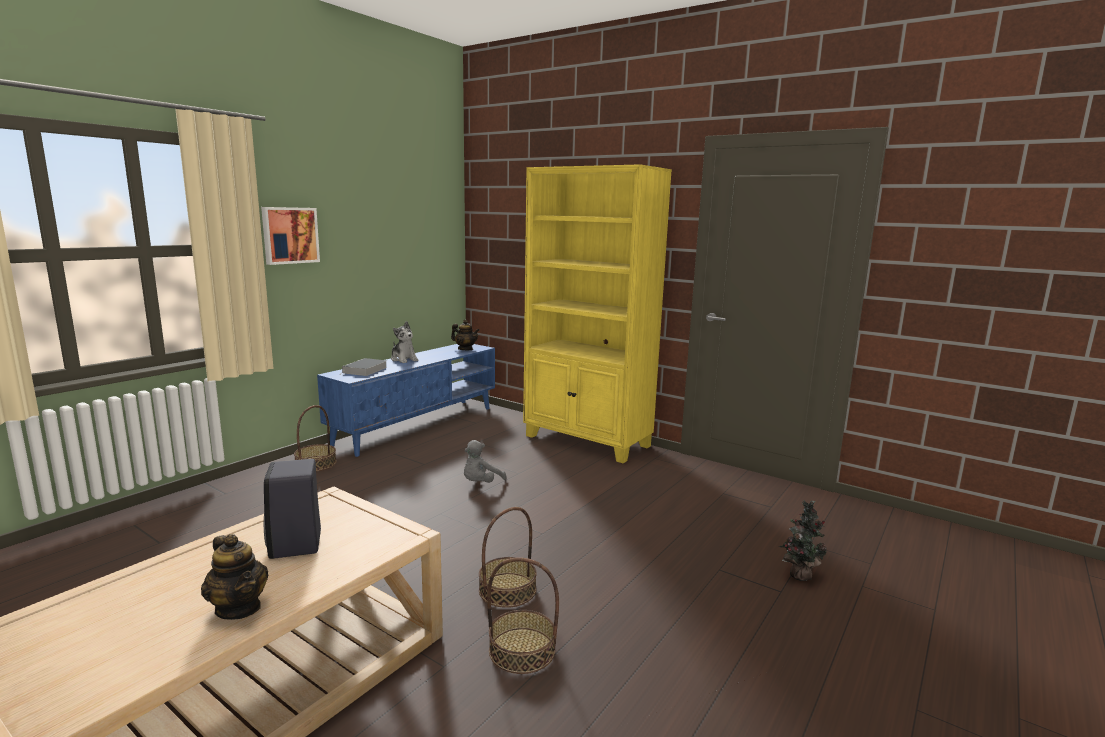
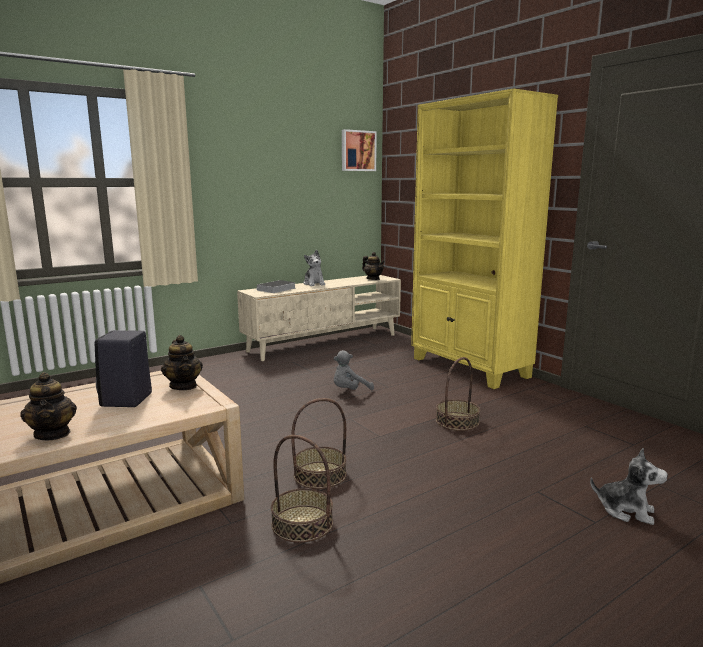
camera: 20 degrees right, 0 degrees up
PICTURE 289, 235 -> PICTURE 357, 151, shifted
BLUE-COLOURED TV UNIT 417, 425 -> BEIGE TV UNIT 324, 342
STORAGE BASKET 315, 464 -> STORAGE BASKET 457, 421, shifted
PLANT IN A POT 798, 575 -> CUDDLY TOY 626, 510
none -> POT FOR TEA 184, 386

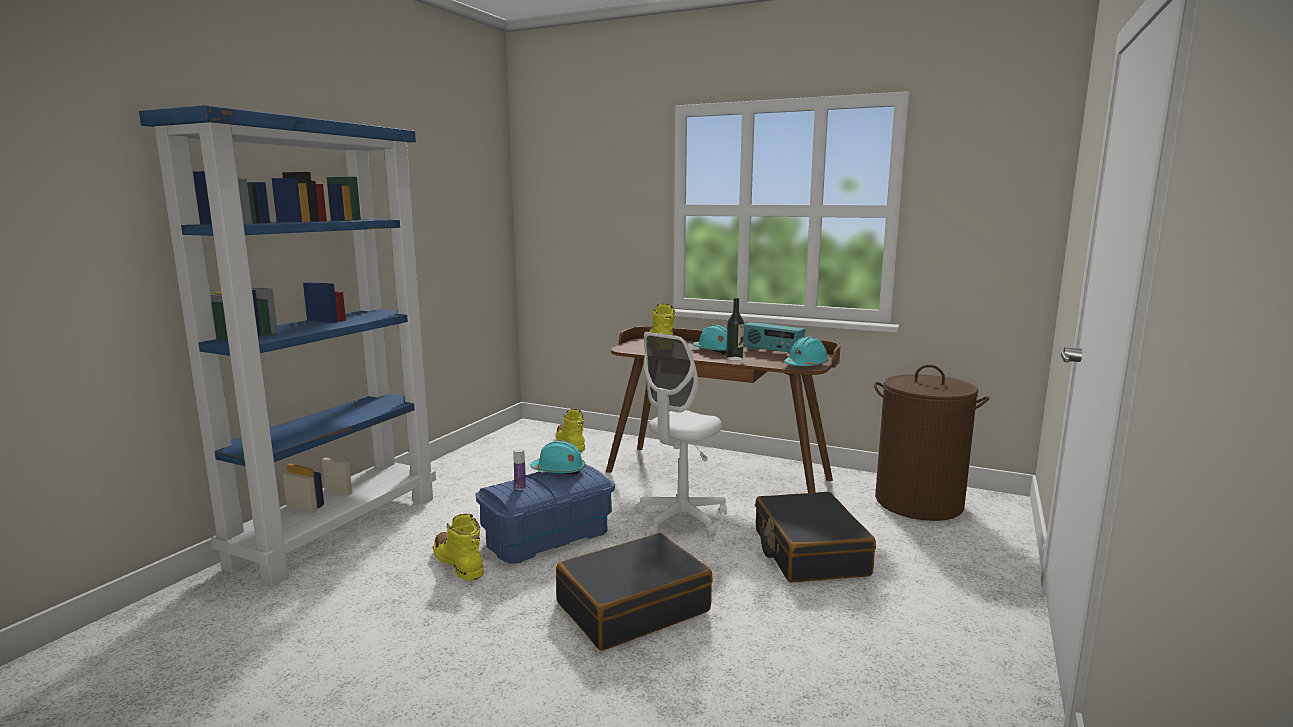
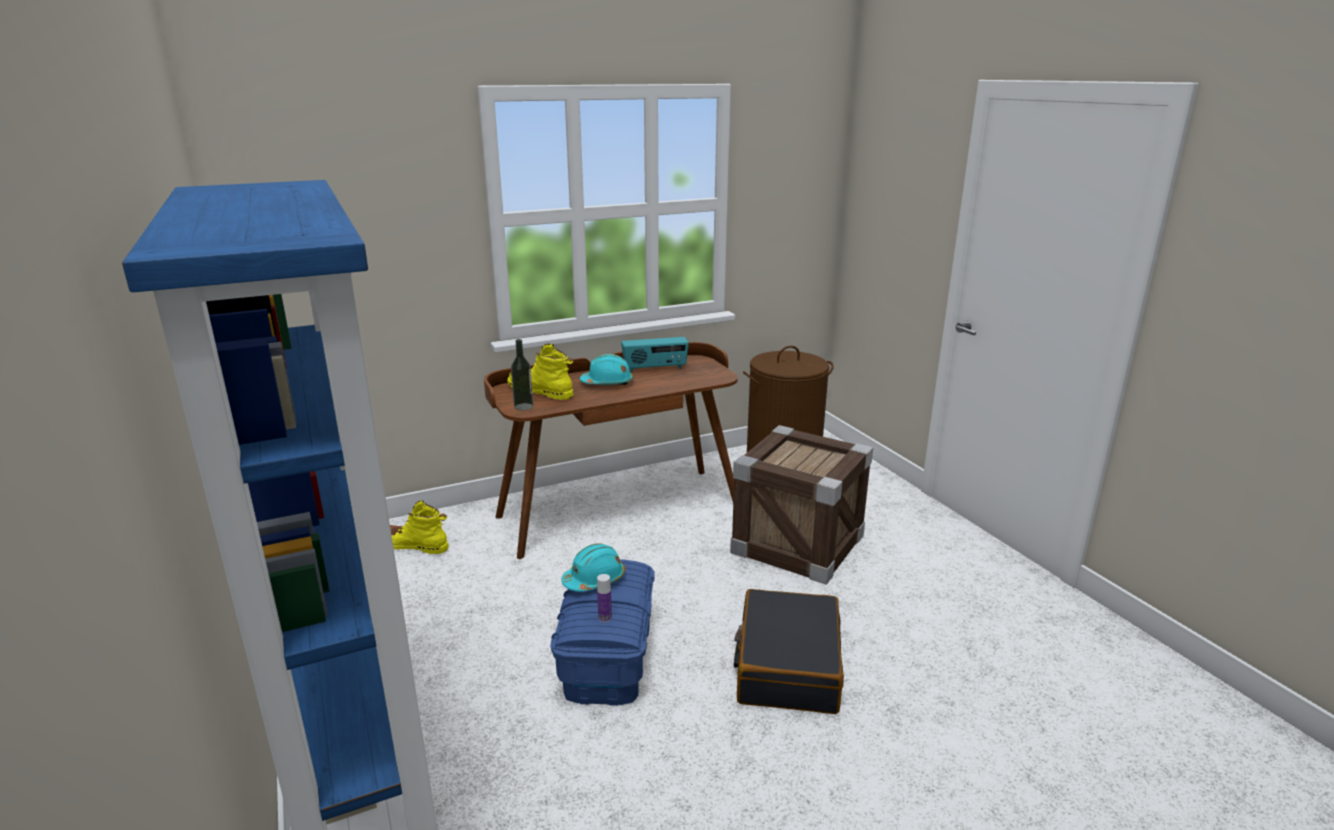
camera: 50 degrees left, 10 degrees up
DRINK BOTTLE 734, 358 -> DRINK BOTTLE 523, 407, shifted
WHITE-COLOURED DESK CHAIR 681, 519 -> none
TURQUOISE-COLOURED HARD HAT 806, 365 -> none
BLACKISH PIECE OF LUGGAGE 809, 552 -> SHIPPING CRATE 798, 544
YELLOW-COLOURED TALL BOOT 459, 563 -> none

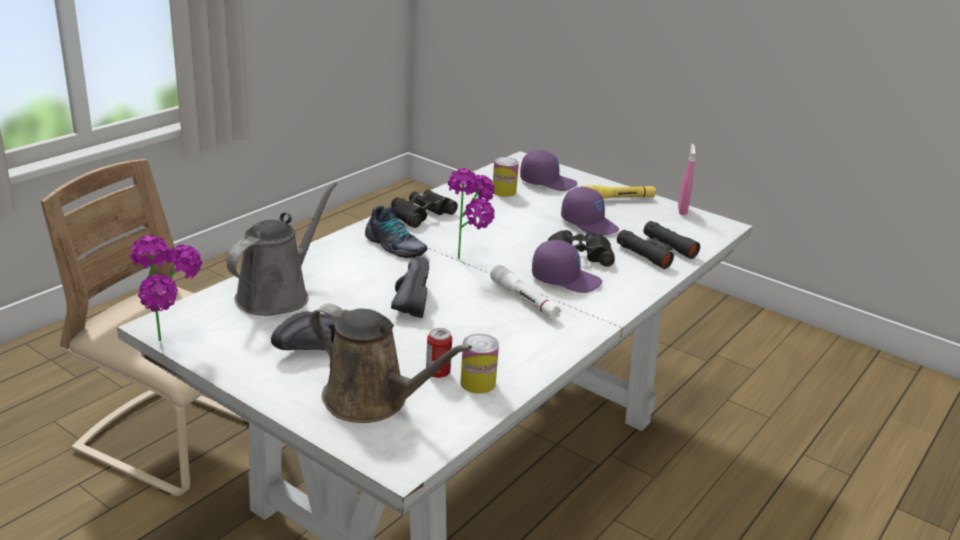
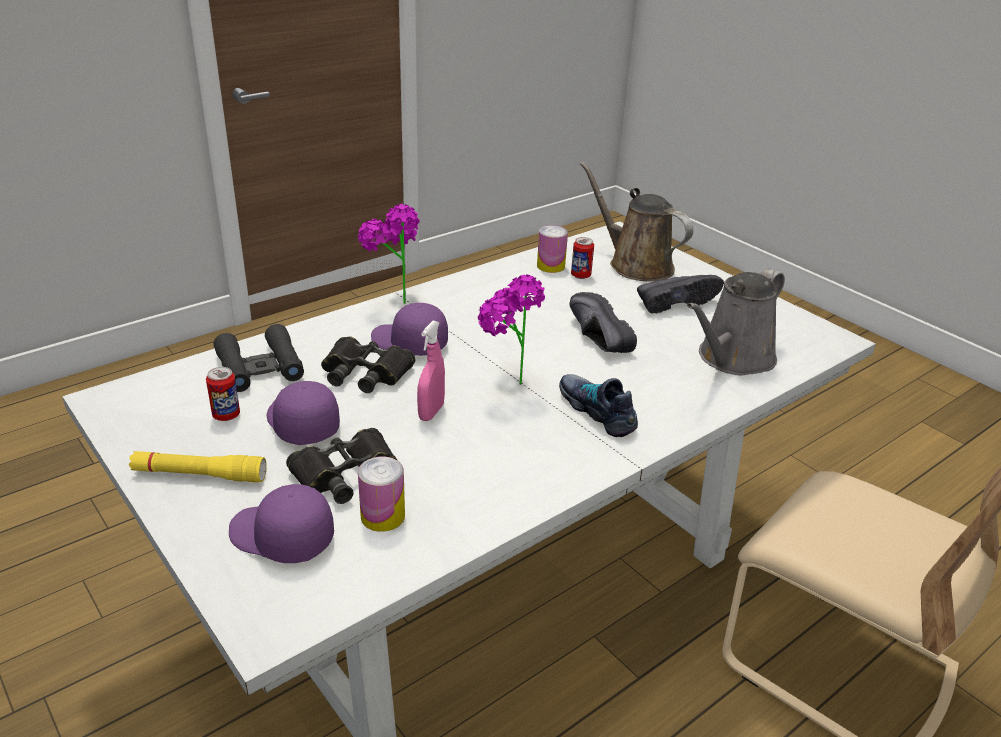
camera: 165 degrees left, 5 degrees up
PINKISH HAND SPRAYER 682, 210 -> PINKISH HAND SPRAYER 431, 412, shifted
BLACKISH PAIR OF BINOCULARS 421, 214 -> BLACKISH PAIR OF BINOCULARS 346, 474, shifted
PLANT IN A POT 173, 343 -> PLANT IN A POT 393, 300, shifted
BLACKISH SHOE 408, 299 -> BLACKISH SHOE 593, 339, 135 degrees clockwise
WHITE-COLOURED HAND TORCH 524, 300 -> none
none -> SEALED CAN 226, 415

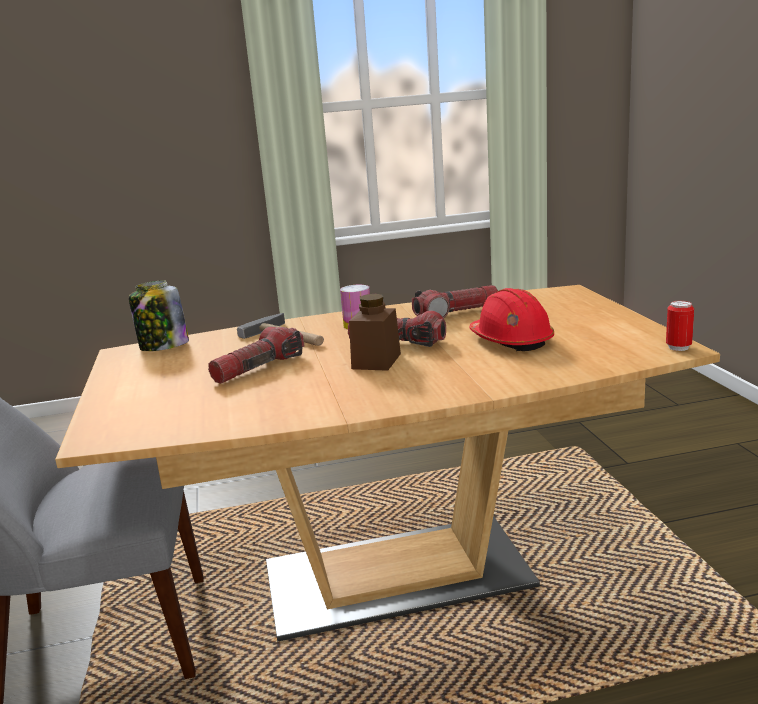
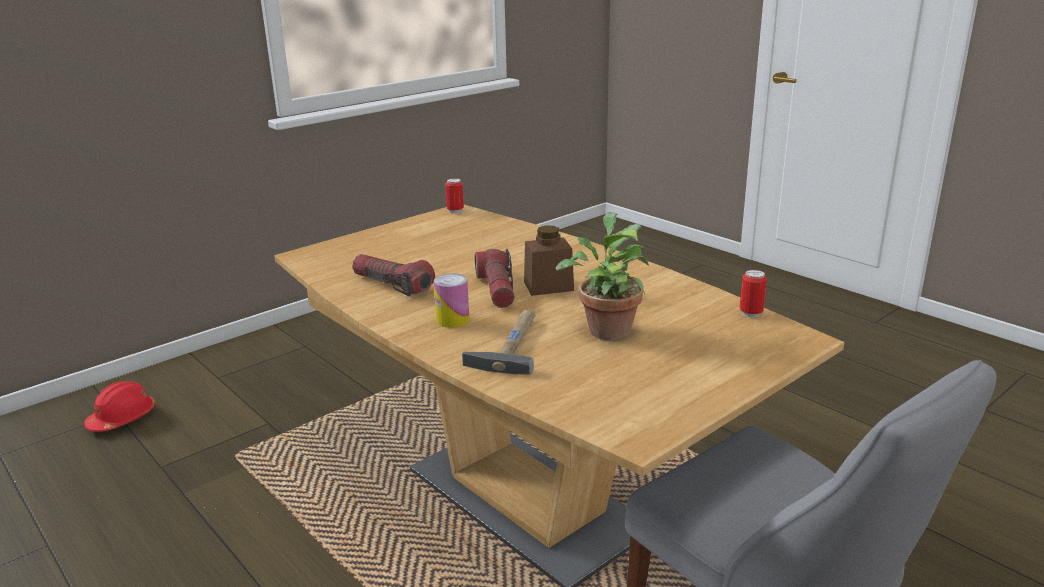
camera: 120 degrees left, 5 degrees up
STORAGE JAR 163, 346 -> none
RED-COLOURED HARD HAT 511, 340 -> RED-COLOURED HARD HAT 123, 419, shifted
HAND TORCH 258, 368 -> PLANT IN A POT 607, 329
none -> SEALED CAN 751, 313

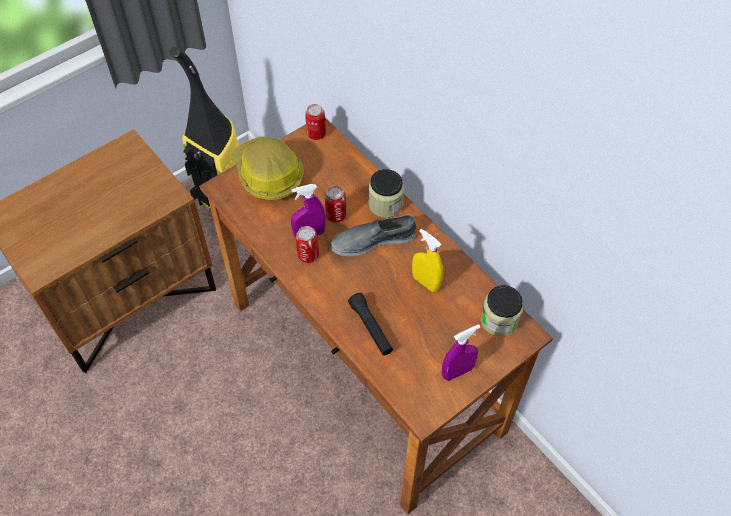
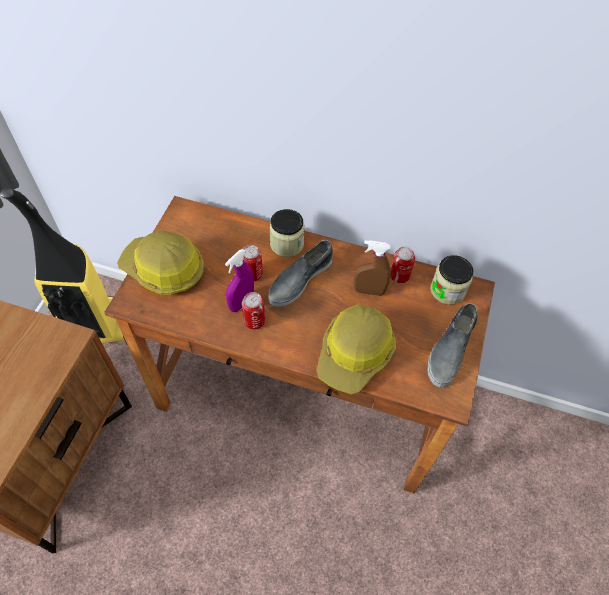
camera: 35 degrees left, 0 degrees up
SEALED CAN 316, 134 -> SEALED CAN 399, 276, shifted
YELLOW-COLOURED HAND SPRAYER 425, 282 -> BROWNISH HAND SPRAYER 369, 291
BLACKISH HAND TORCH 371, 328 -> HARD HAT 355, 354
PURPLE HAND SPRAYER 457, 372 -> GREYISH SHOE 450, 350

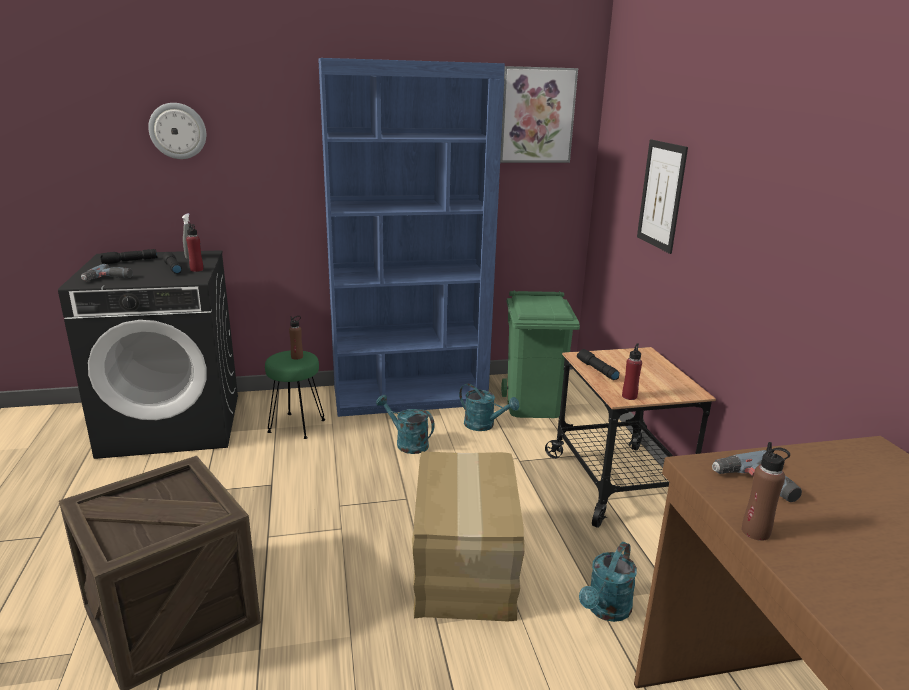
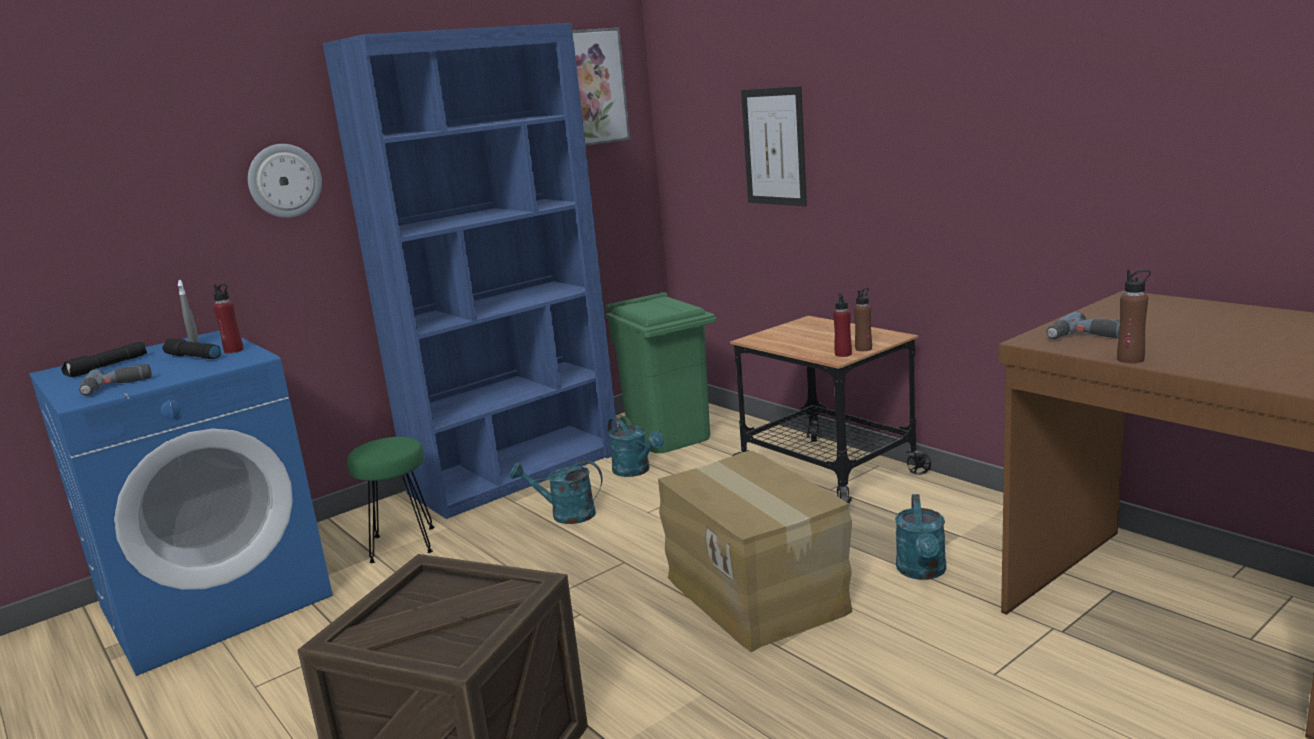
camera: 25 degrees left, 5 degrees down
HANGING CLOCK 178, 131 -> HANGING CLOCK 284, 181, shifted
BLACKISH WASHING MACHINE 173, 424 -> BLUE-COLOURED WASHING MACHINE 216, 600
BROWNISH DRINK BOTTLE 297, 357 -> BROWNISH DRINK BOTTLE 863, 349, shifted
BLACKISH HAND TORCH 596, 370 -> none
TURQUOISE-COLOURED WATERING CAN 484, 425 -> TURQUOISE-COLOURED WATERING CAN 636, 471, 45 degrees clockwise

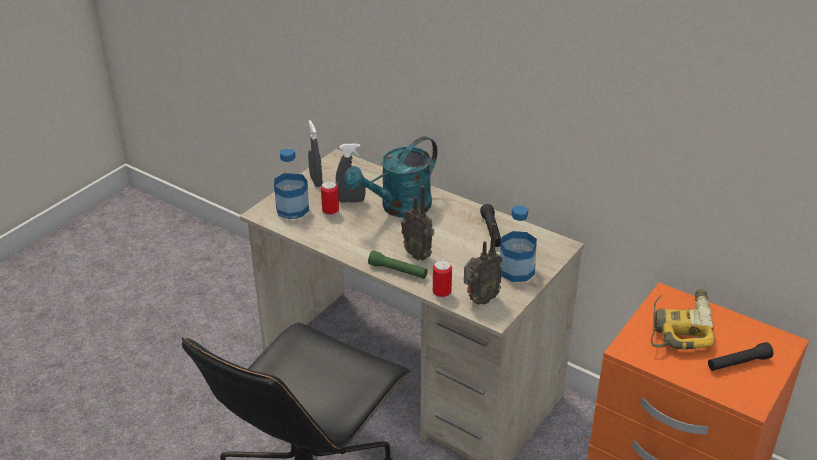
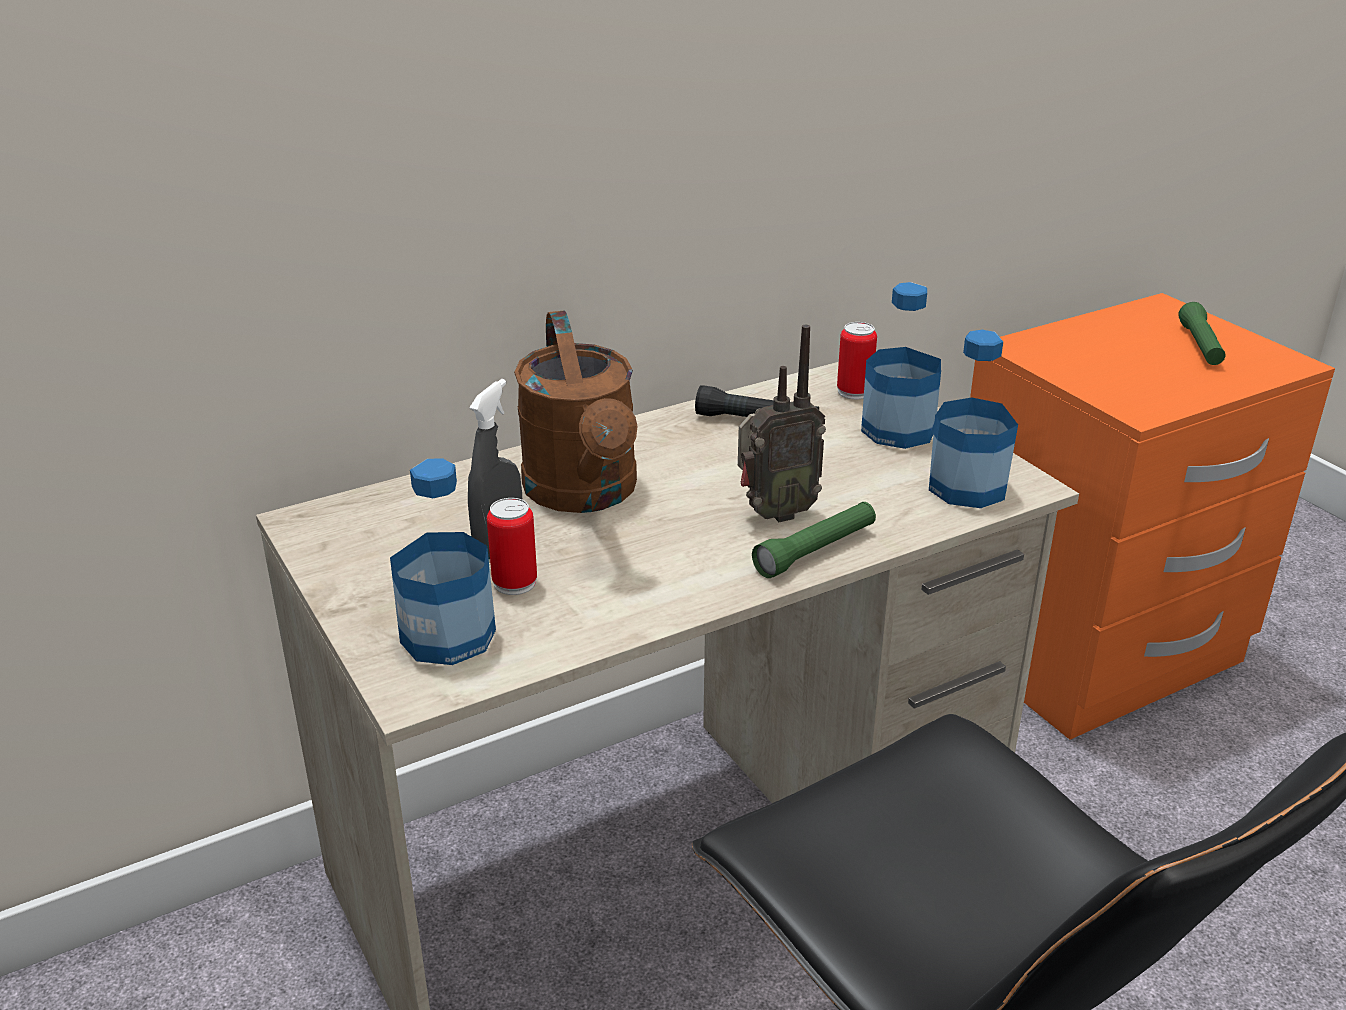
camera: 65 degrees left, 5 degrees down
GREYISH HAND SPRAYER 316, 181 -> none
TURQUOISE-COLOURED WATERING CAN 398, 208 -> BROWNISH WATERING CAN 585, 494
RADIO SET 479, 300 -> DRINK BOTTLE 967, 487
SEALED CAN 441, 293 -> SEALED CAN 854, 391, shifted
DRILL 679, 326 -> none
BLACKISH HAND TORCH 738, 363 -> GREEN HAND TORCH 1200, 346

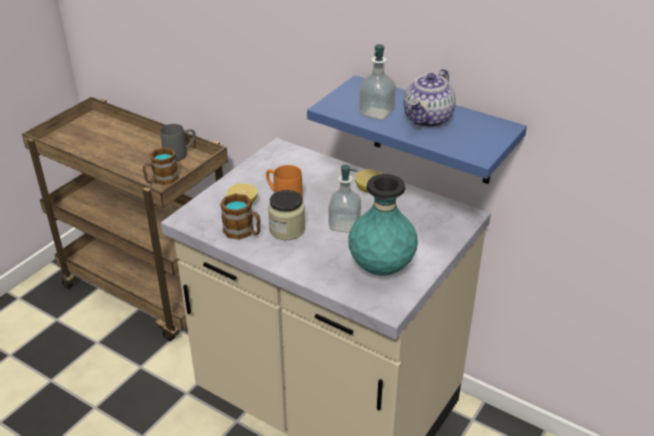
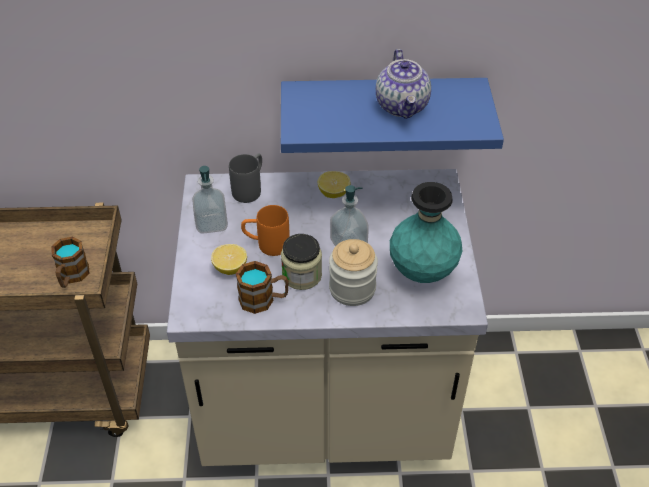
camera: 35 degrees left, 10 degrees up
SOAP BOTTLE 376, 113 -> SOAP BOTTLE 211, 223, shifted
GREYISH TEA MUG 180, 154 -> GREYISH TEA MUG 250, 188, shifted
none -> STORAGE JAR 352, 289

